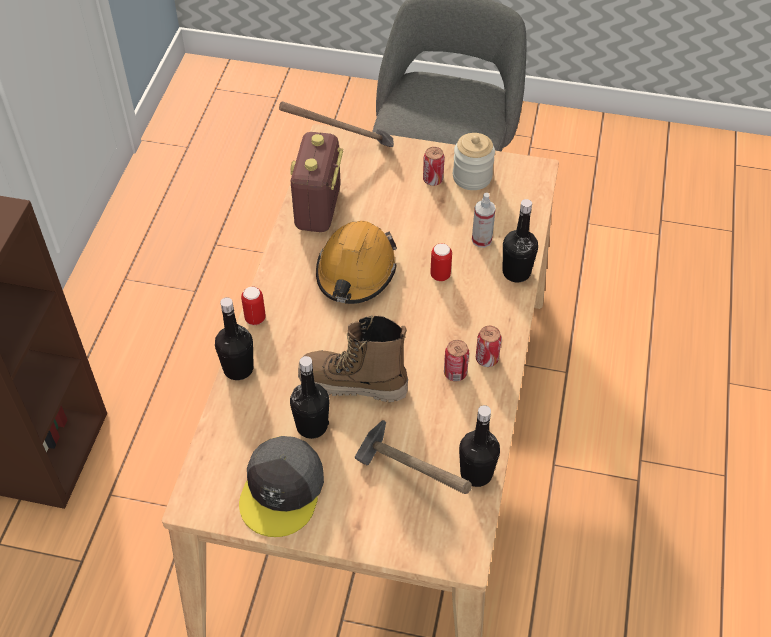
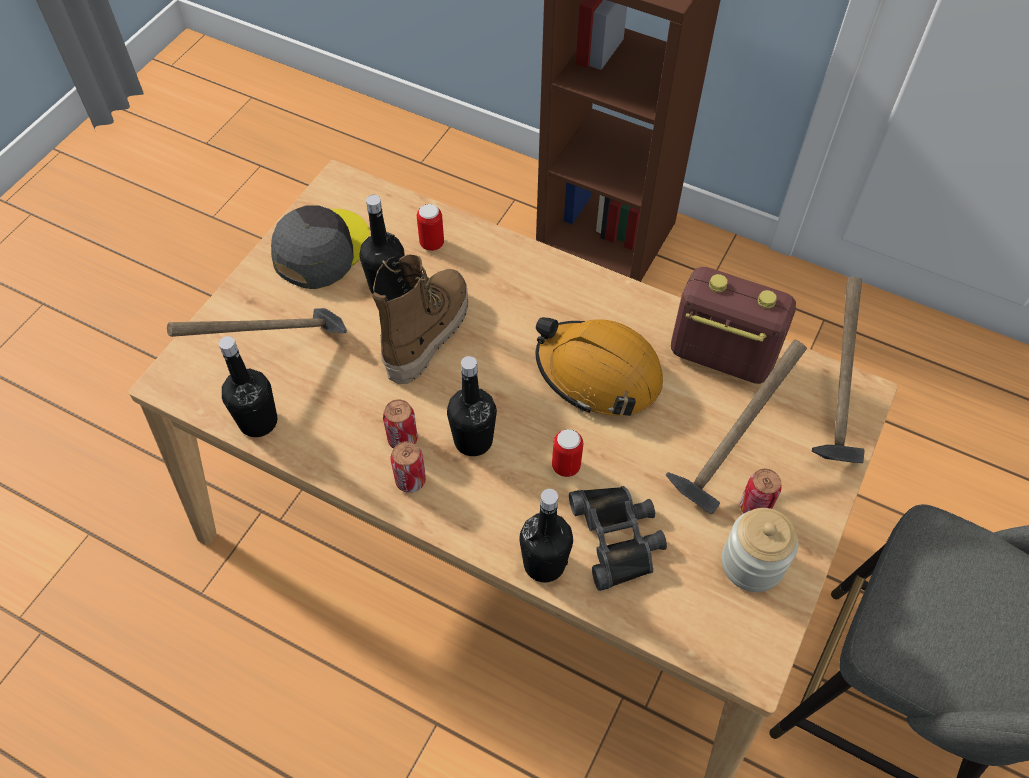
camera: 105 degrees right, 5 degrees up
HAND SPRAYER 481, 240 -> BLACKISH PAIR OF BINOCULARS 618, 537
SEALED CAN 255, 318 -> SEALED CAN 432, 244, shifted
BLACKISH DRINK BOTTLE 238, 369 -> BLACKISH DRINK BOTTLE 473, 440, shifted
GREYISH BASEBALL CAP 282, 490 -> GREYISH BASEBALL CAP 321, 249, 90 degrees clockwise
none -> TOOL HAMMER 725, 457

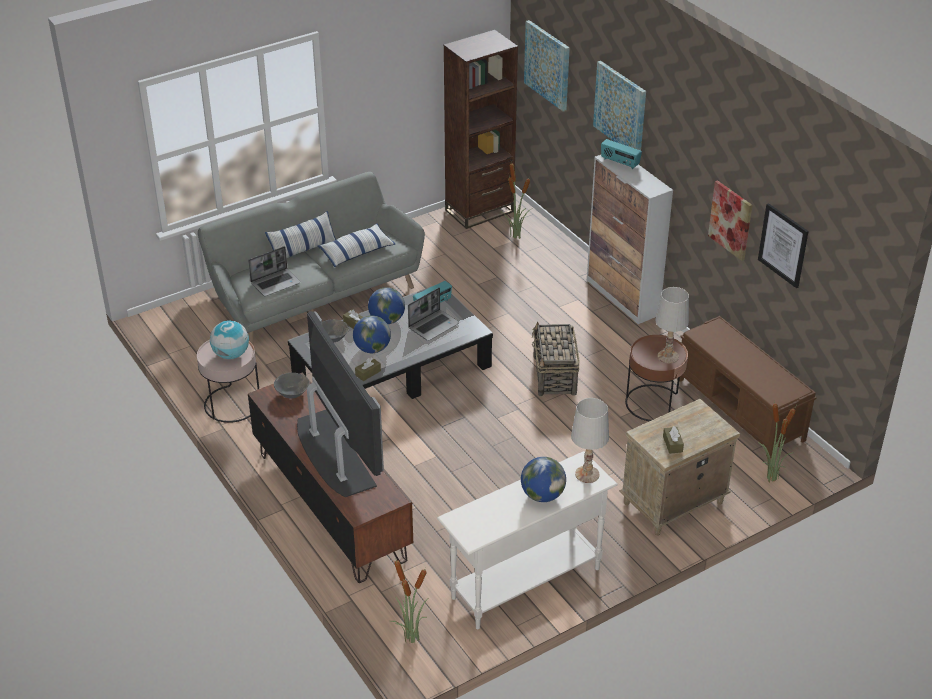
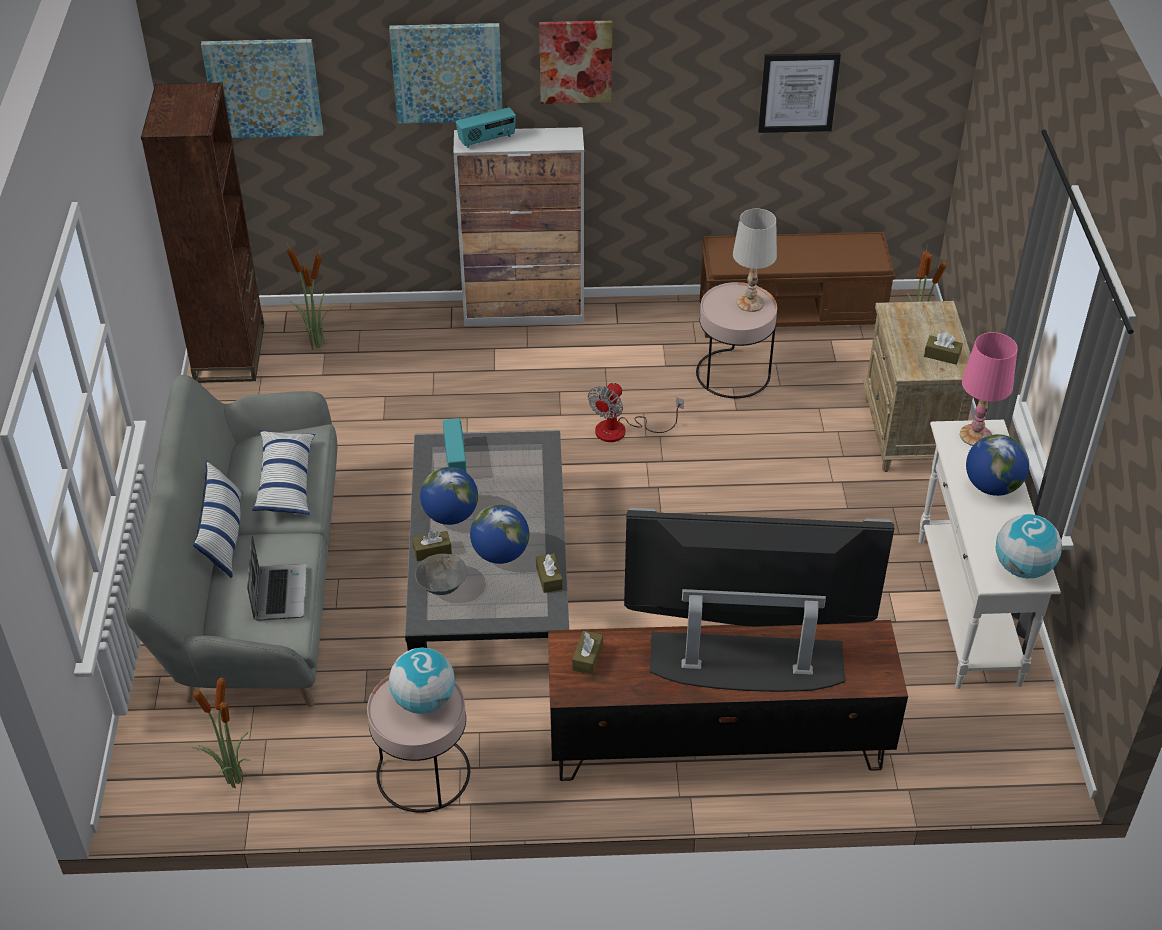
camera: 60 degrees left, 5 degrees up
PICTURE 731, 220 -> PICTURE 575, 61, shifted
PORTABLE COMPUTER 433, 325 -> none
STORAGE BASKET 554, 376 -> FAN 622, 430
BROWNISH ACCENT TABLE 653, 403 -> PINKISH ACCENT TABLE 732, 374
GREYISH SERVING BOWL 292, 393 -> BROWNISH BOX OF TISSUES 587, 658
WHITE-COLOURED TABLE LAMP 587, 474 -> PINKISH TABLE LAMP 976, 435
PLANT IN A POT 410, 638 -> PLANT IN A POT 232, 779, shifted
none -> WORLD GLOBE 1022, 567

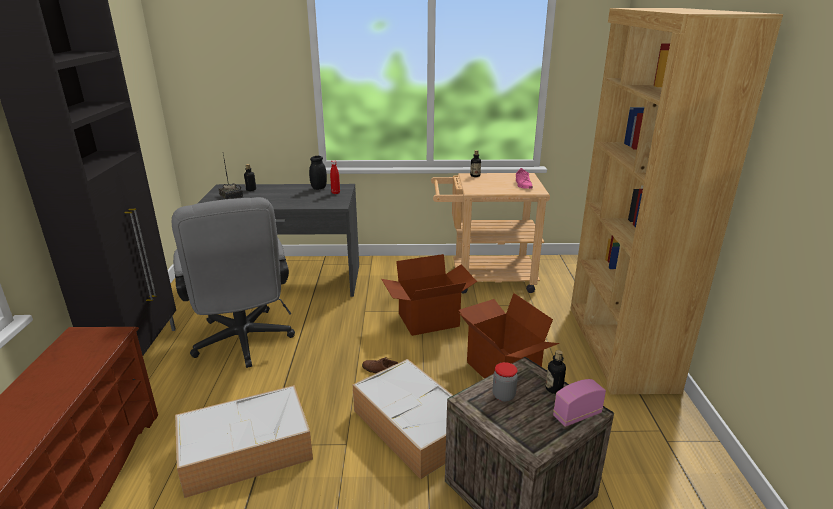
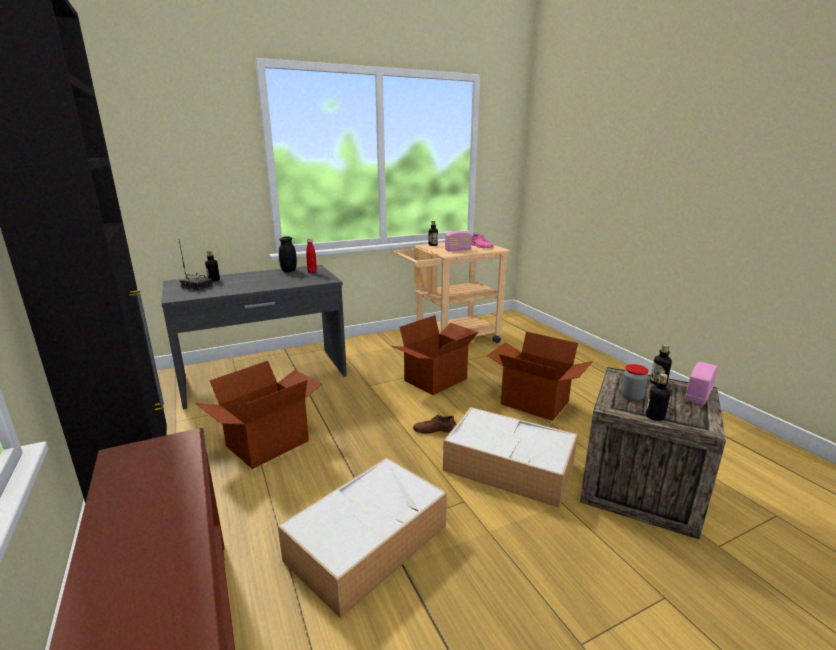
camera: 25 degrees left, 5 degrees down
BROWNISH BOOKSHELF 618, 346 -> none
GREYISH DESK CHAIR 243, 344 -> PACKING BOX 267, 443
none -> RADIO SET 458, 250
none -> DRINK BOTTLE 655, 416

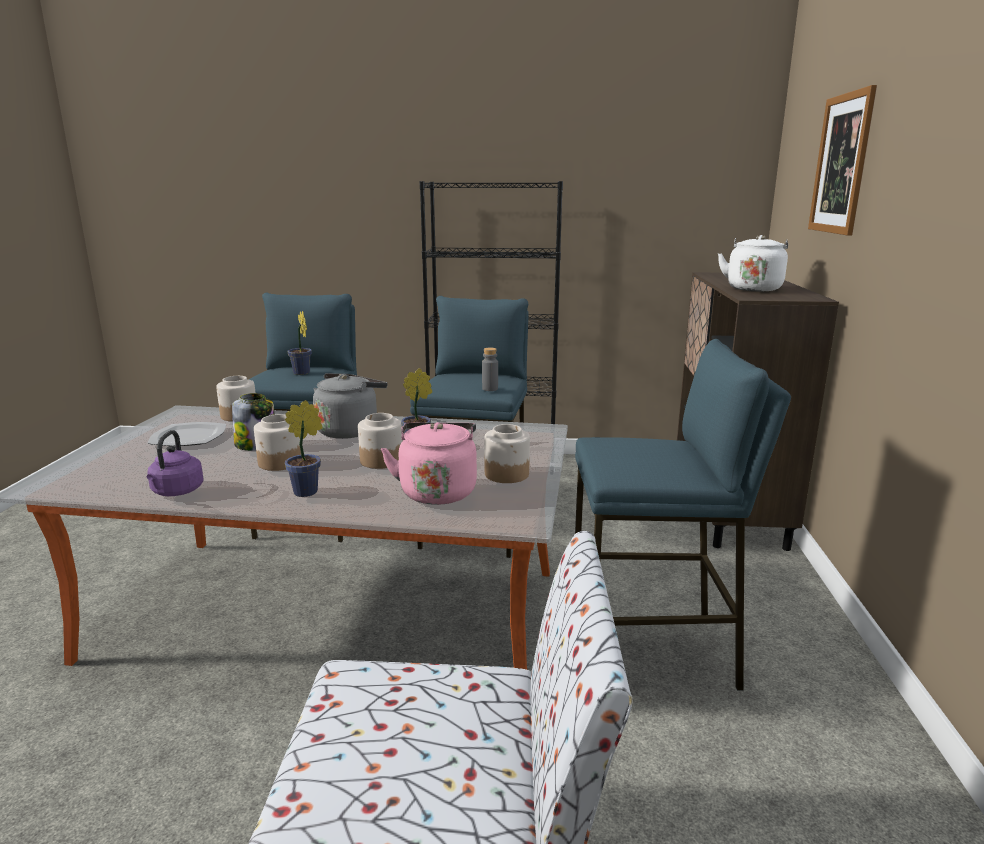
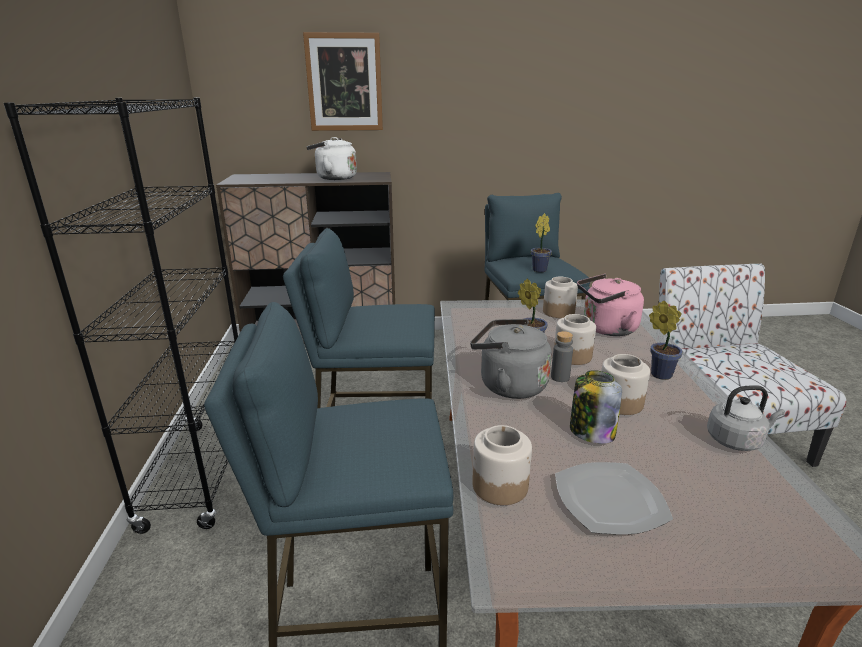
camera: 100 degrees left, 5 degrees up
PLANT IN A POT 302, 373 -> PLANT IN A POT 540, 269, shifted
GREYISH DRINK BOTTLE 490, 389 -> GREYISH DRINK BOTTLE 560, 377, shifted
PURPLE KETTLE 176, 492 -> GREYISH KETTLE 736, 440

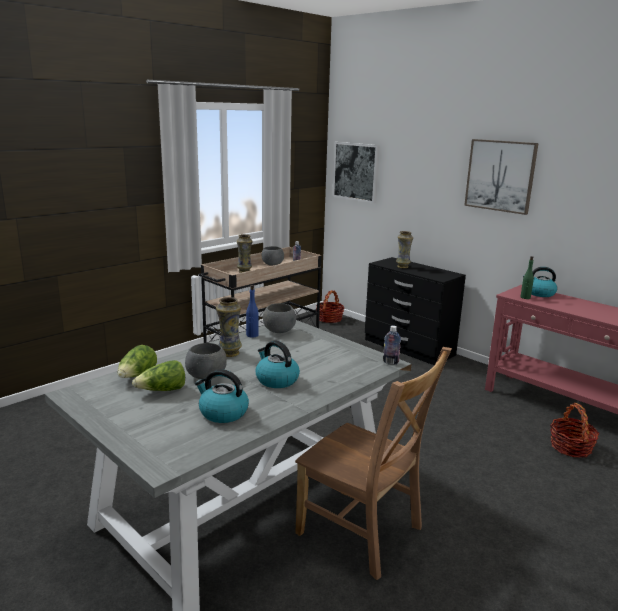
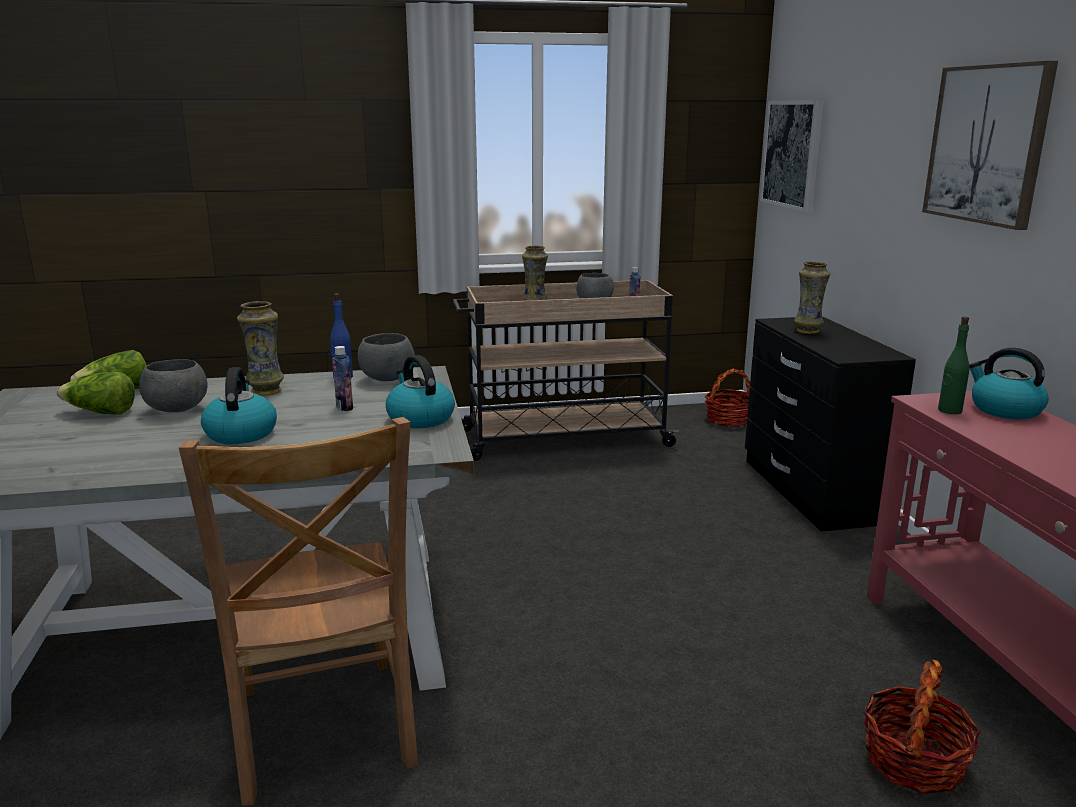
camera: 35 degrees right, 0 degrees up
DRINK BOTTLE 390, 362 -> DRINK BOTTLE 344, 407, shifted
KETTLE 222, 413 -> KETTLE 419, 418, shifted

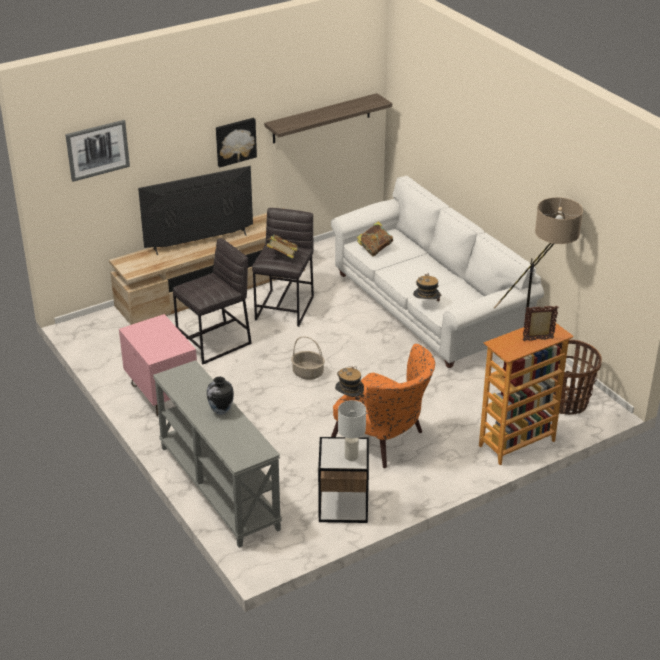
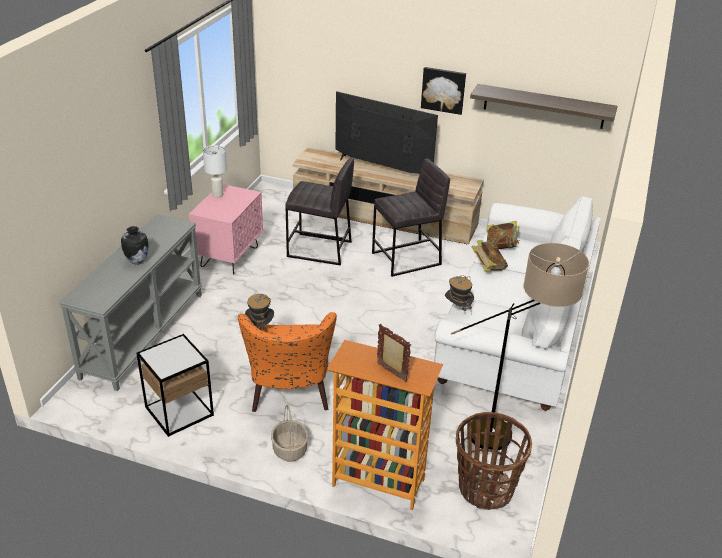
camera: 50 degrees right, 0 degrees up
PICTURE 97, 150 -> none
VOLUME 282, 256 -> VOLUME 487, 267, shifted
STORAGE BASKET 307, 373 -> STORAGE BASKET 289, 449, shifted
WHITE-COLOURED TABLE LAMP 351, 456 -> WHITE-COLOURED TABLE LAMP 218, 194, shifted

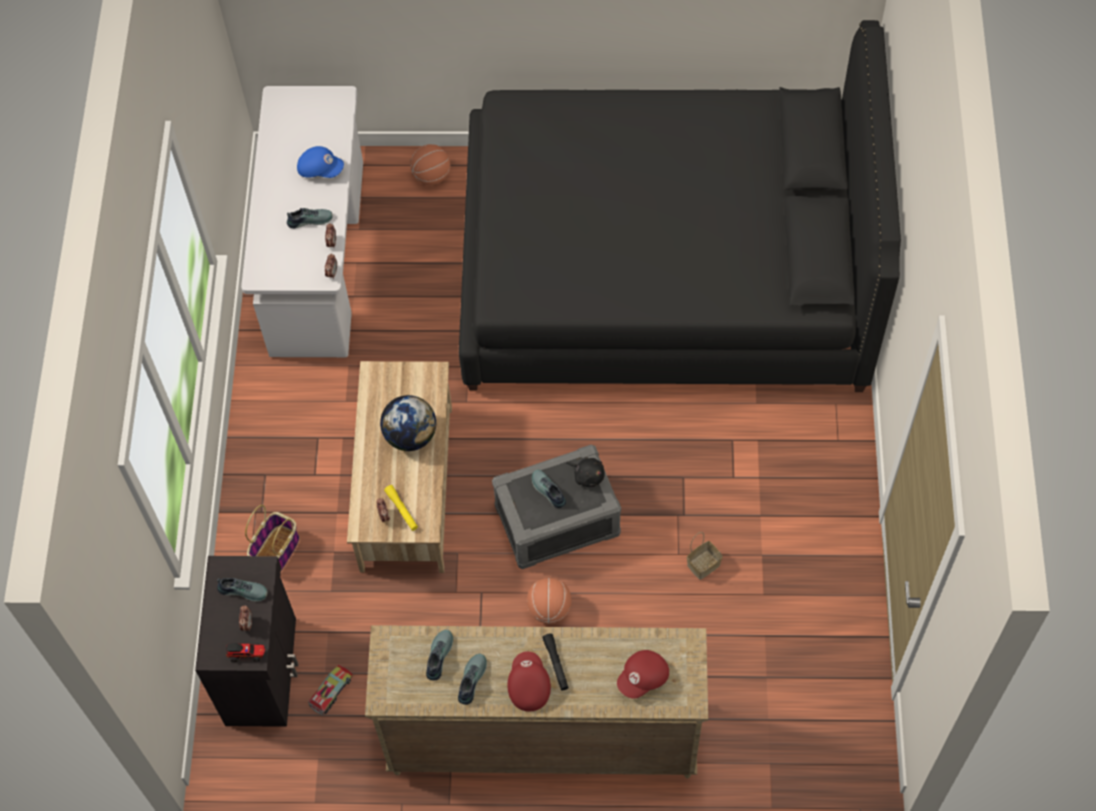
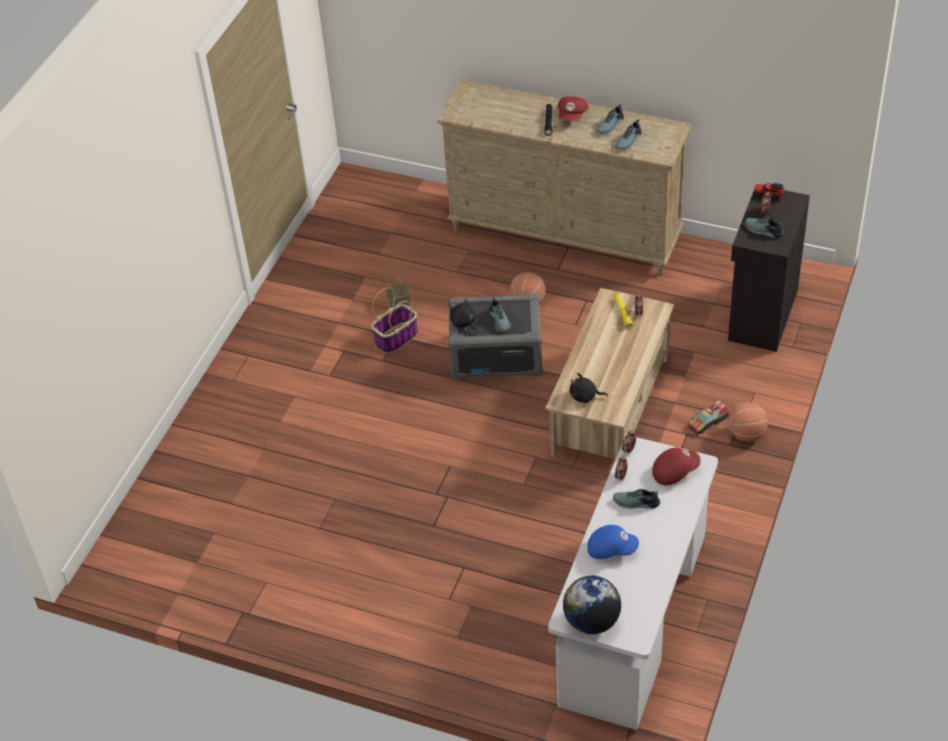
camera: 160 degrees left, 15 degrees down
BLACKISH BEDROOM BED 664, 271 -> none
BASKETBALL 431, 176 -> BASKETBALL 746, 434, shifted
BLUE-COLOURED BASEBALL CAP 320, 169 -> BLUE-COLOURED BASEBALL CAP 611, 549, 150 degrees clockwise
WORLD GLOBE 410, 435 -> WORLD GLOBE 591, 621, shifted
STORAGE BASKET 276, 552 -> STORAGE BASKET 396, 338, shifted
RED-COLOURED BASEBALL CAP 643, 678 -> RED-COLOURED BASEBALL CAP 675, 471, shifted
TOY LORRY 331, 691 -> TOY LORRY 708, 422, shifted
none -> BLACKISH CUDDLY TOY 585, 396

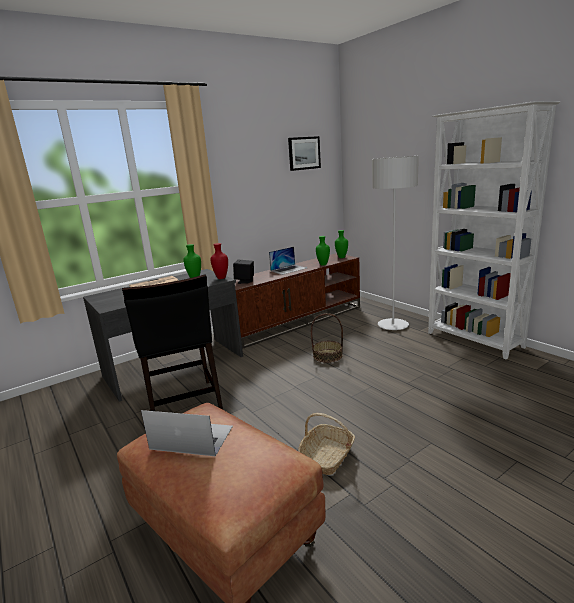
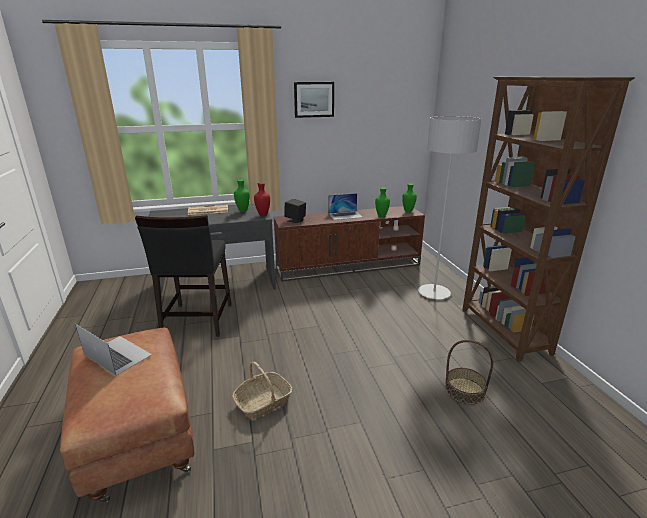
camera: 20 degrees right, 5 degrees up
WHITE-COLOURED BOOKSHELF 474, 340 -> BROWNISH BOOKSHELF 503, 331
PICTURE 304, 153 -> PICTURE 314, 99, shifted
STORAGE BASKET 327, 355 -> STORAGE BASKET 464, 390, shifted

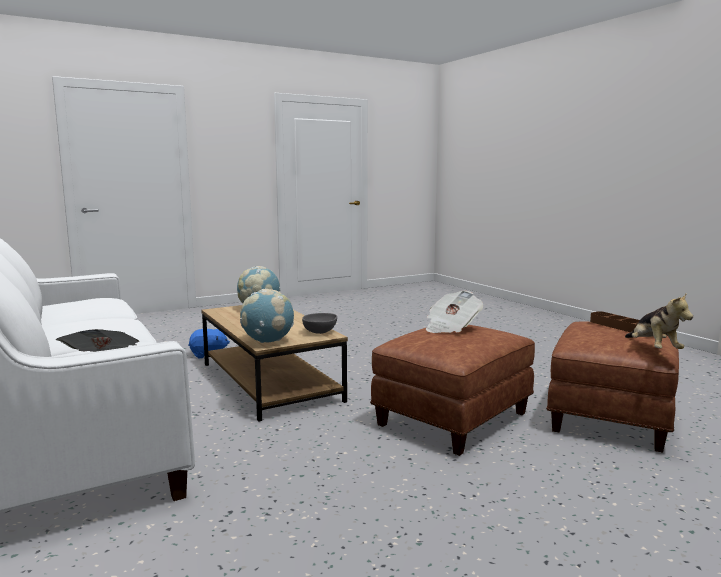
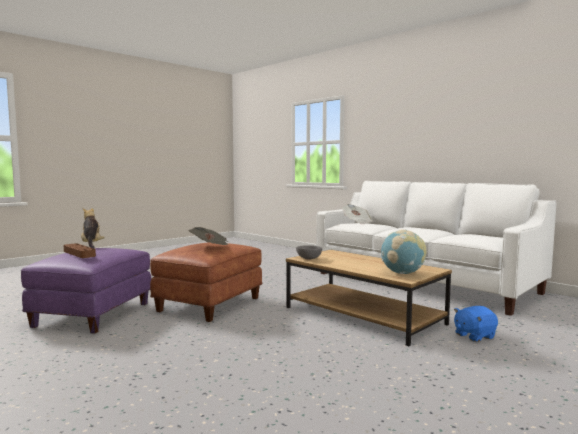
camera: 165 degrees right, 5 degrees down
WORLD GLOBE 268, 341 -> none
BROWNISH FOOTREST 609, 416 -> PURPLE FOOTREST 93, 315

